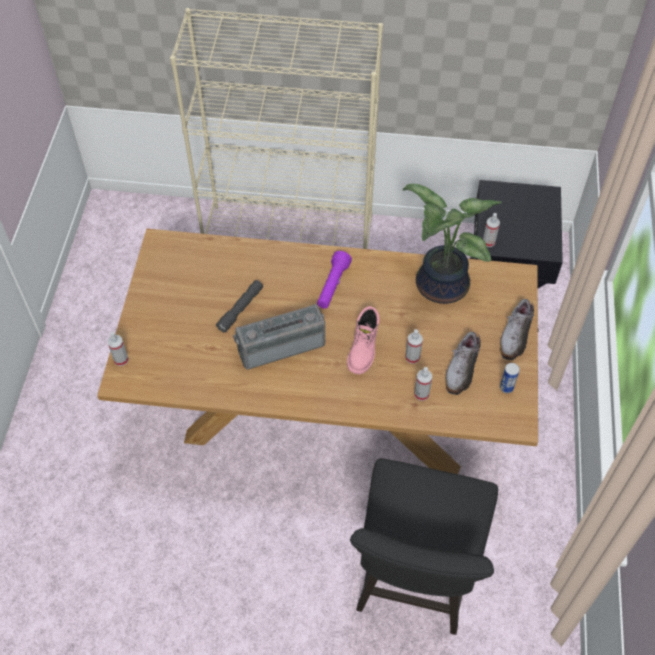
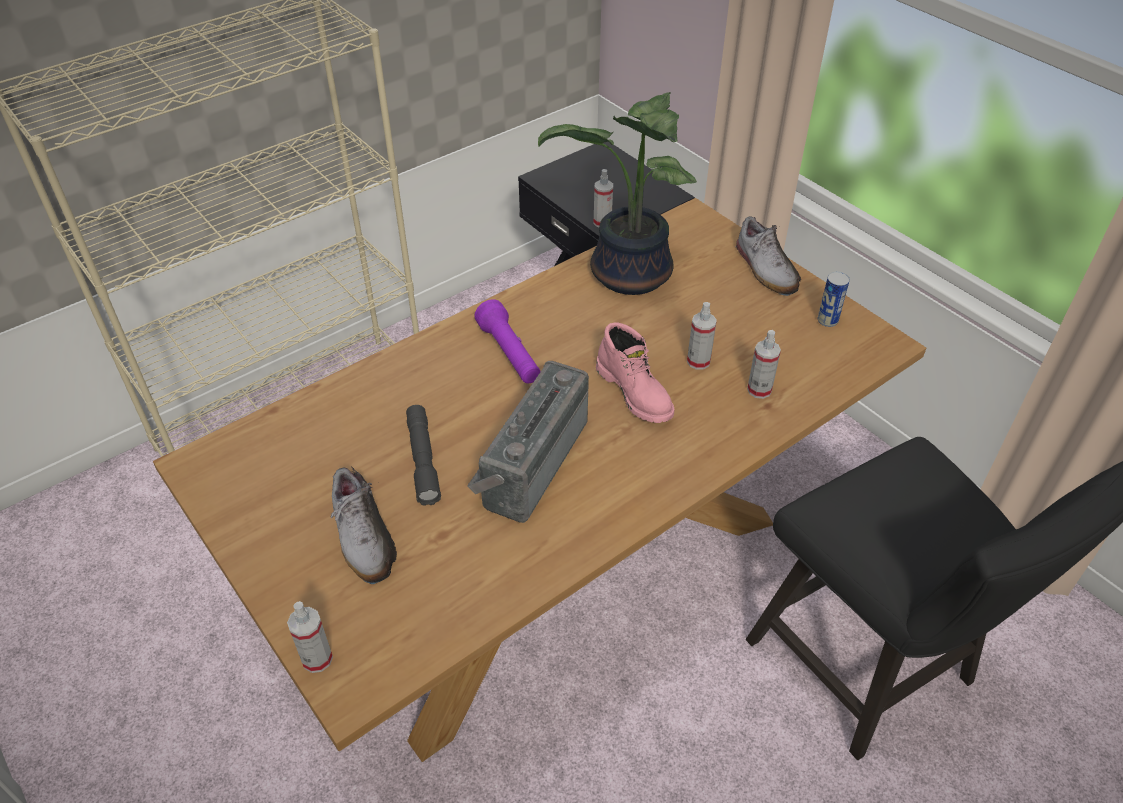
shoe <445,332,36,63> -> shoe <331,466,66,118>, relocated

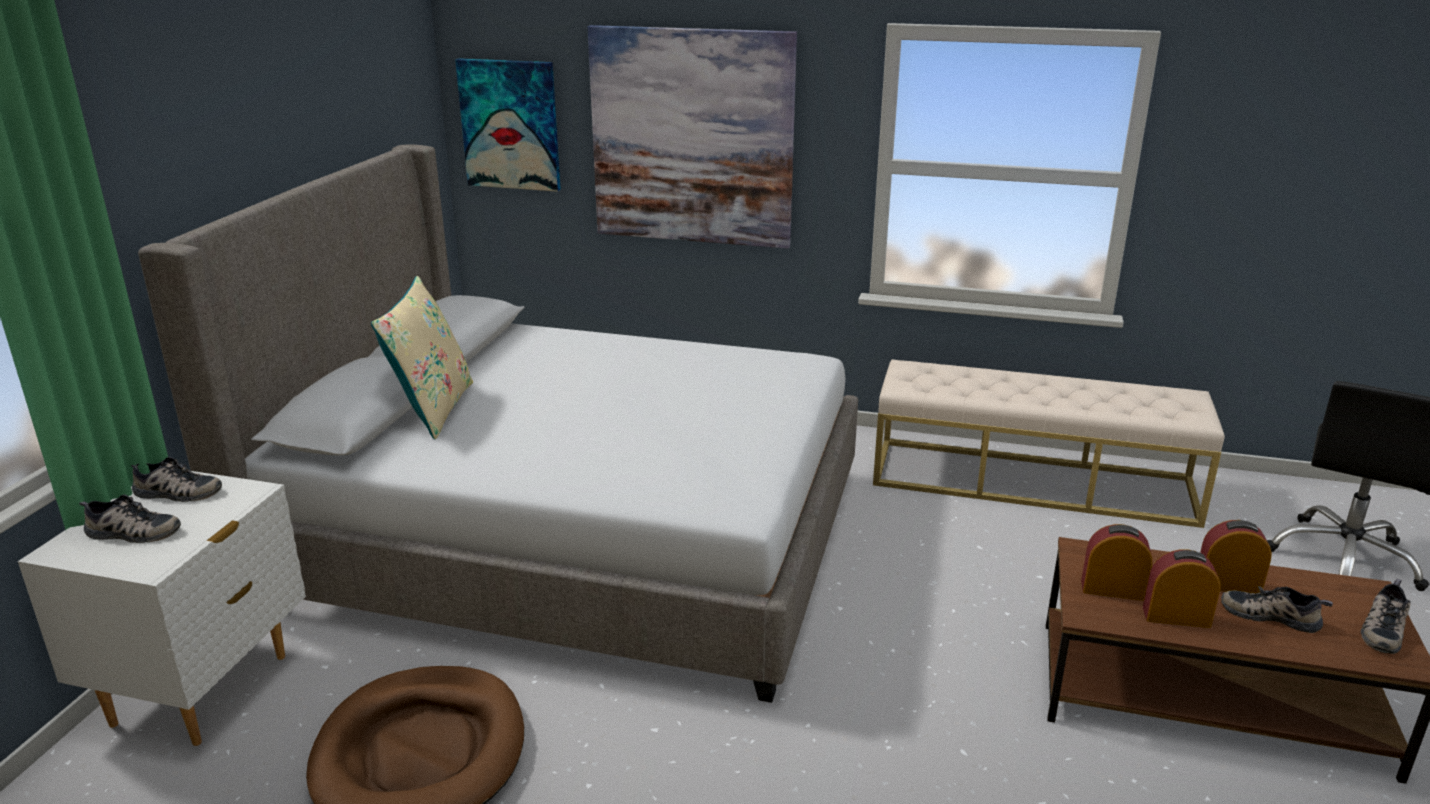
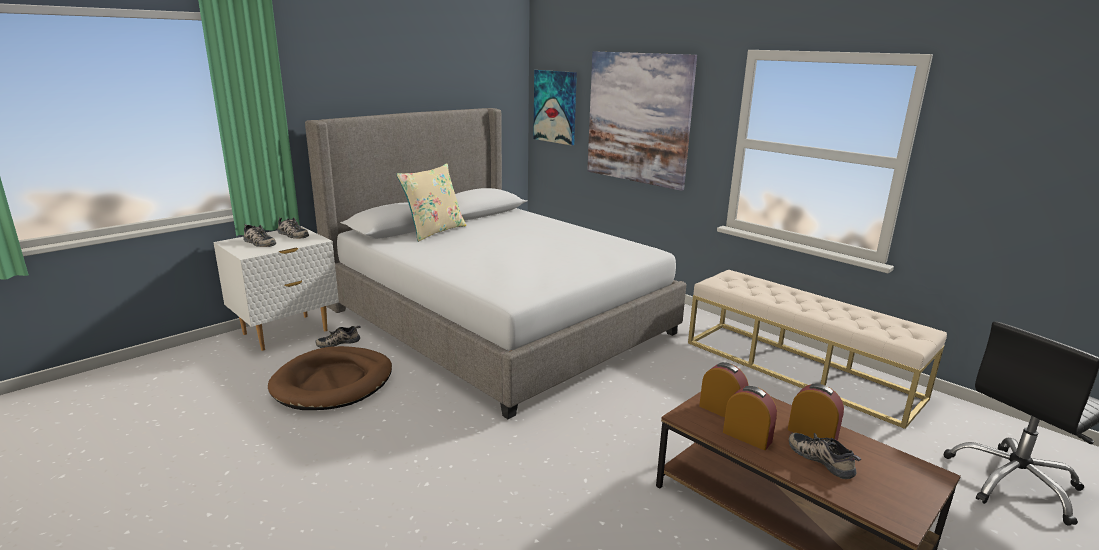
shoe <1361,579,50,75> -> shoe <315,326,45,22>, relocated

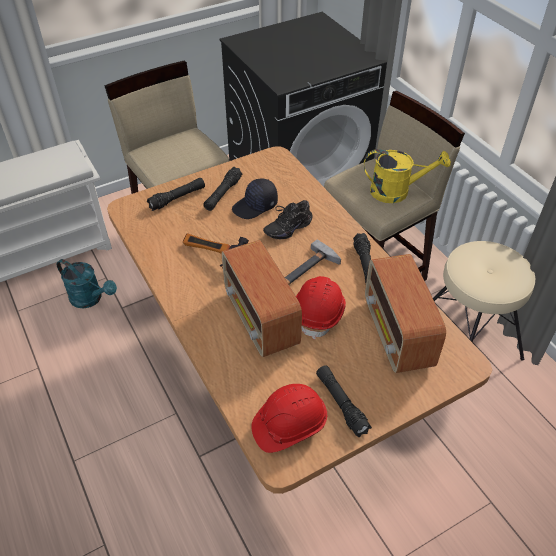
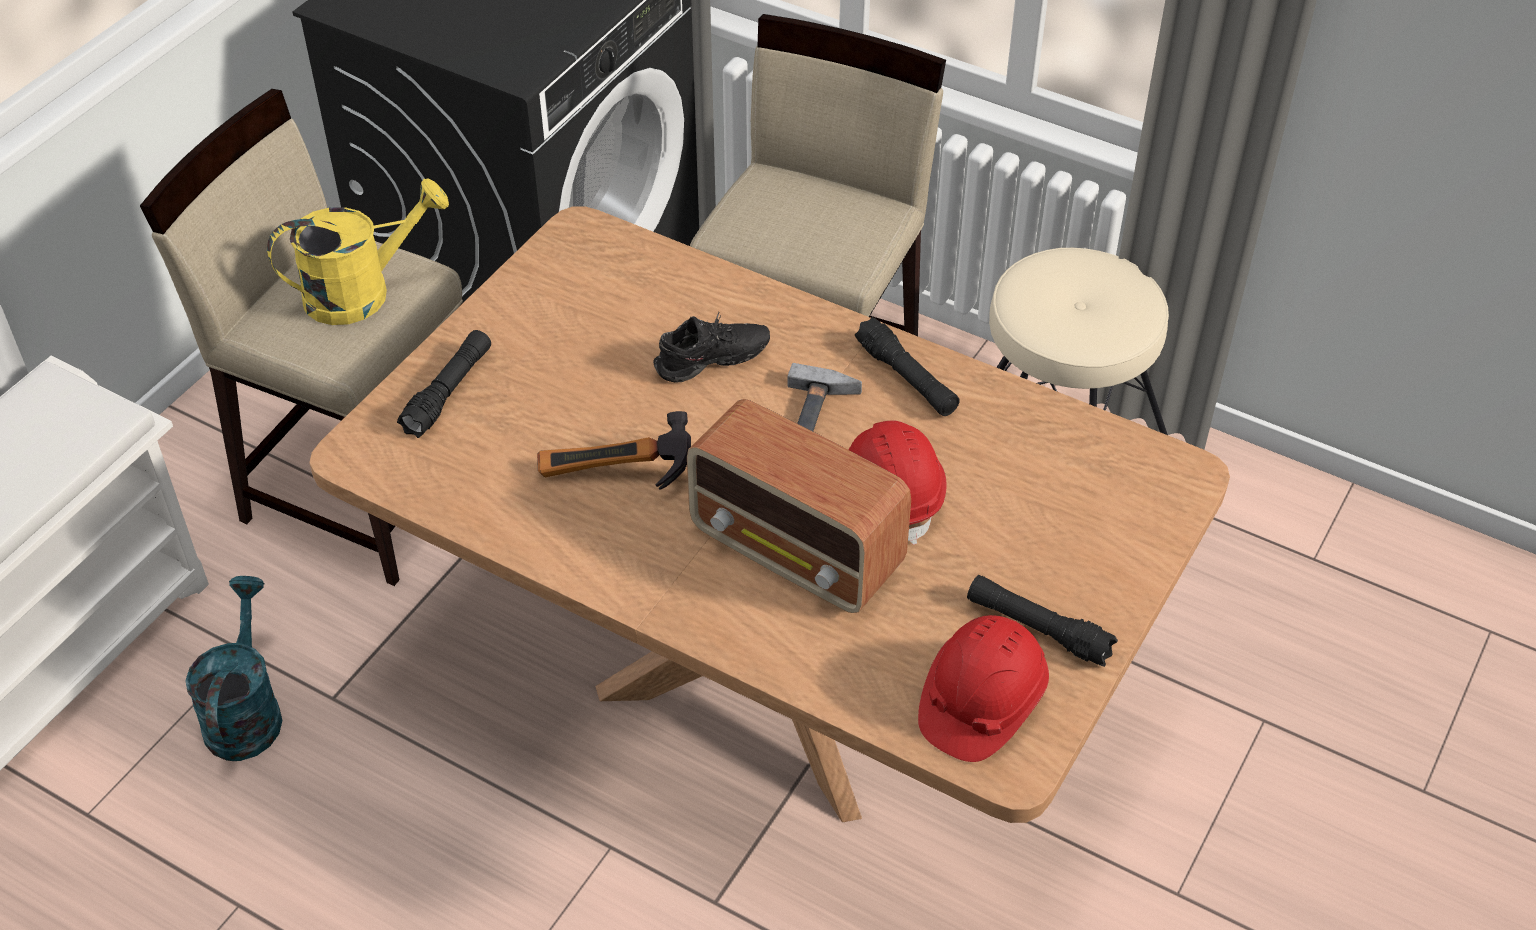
turquoise watering can <57,259,60,49> -> turquoise watering can <185,576,97,185>, 90 degrees counterclockwise
black flashlight <203,167,40,44> -> none
black cap <232,179,46,40> -> none
black shoe <263,200,50,39> -> black shoe <653,312,117,71>, 135 degrees counterclockwise
yellow watering can <364,149,87,54> -> yellow watering can <267,179,182,146>, relocated
radio <365,254,81,119> -> none

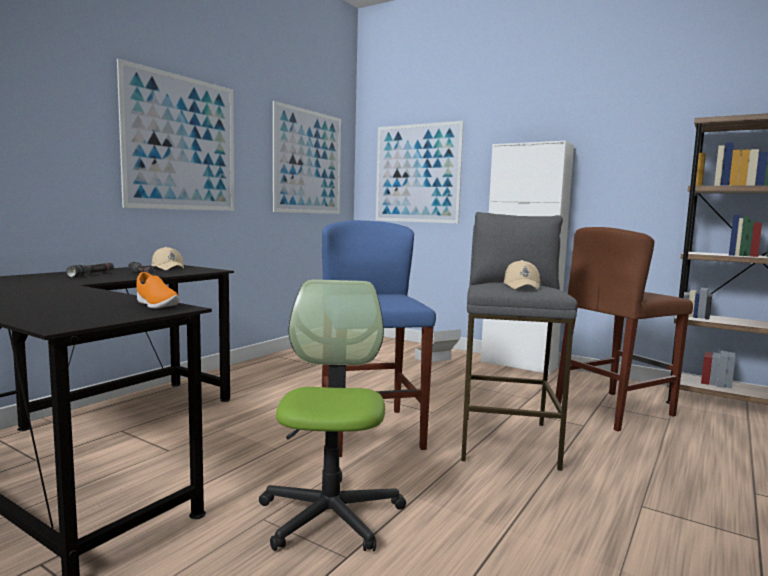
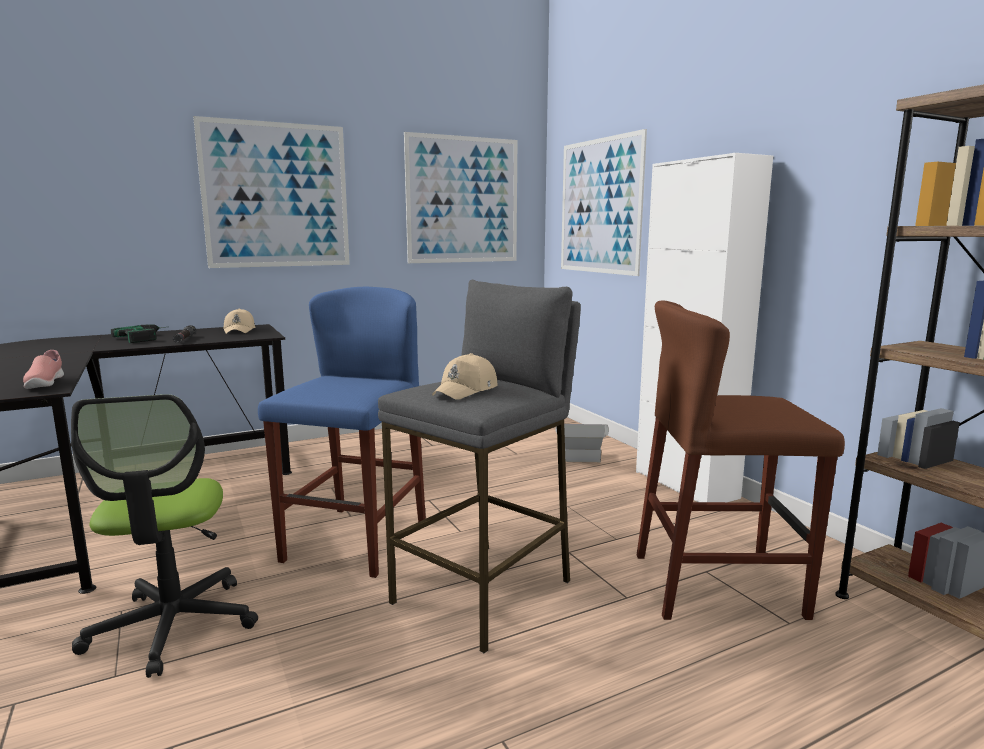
black flashlight <66,263,48,14> -> power drill <111,324,55,19>
orange shoe <136,272,43,37> -> pink shoe <23,350,41,39>
office chair <259,279,147,272> -> office chair <71,394,187,284>, 135 degrees clockwise

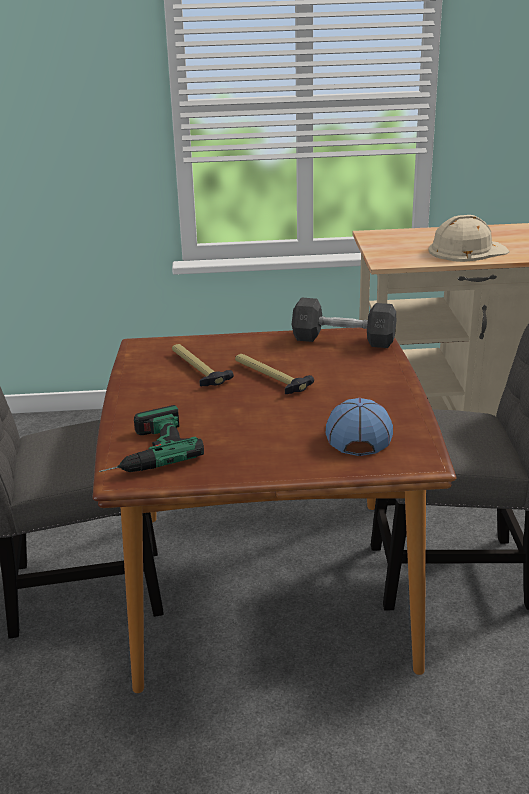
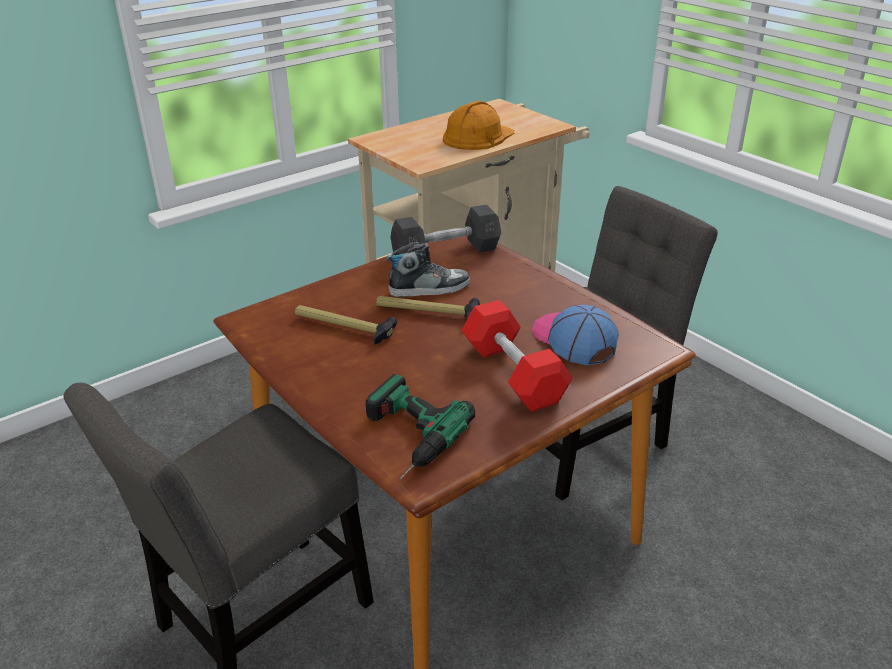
beige hard hat <428,215,82,47> -> orange hard hat <443,101,72,49>
none -> shoe <386,242,84,55>
none -> red dumbbell <462,300,111,112>

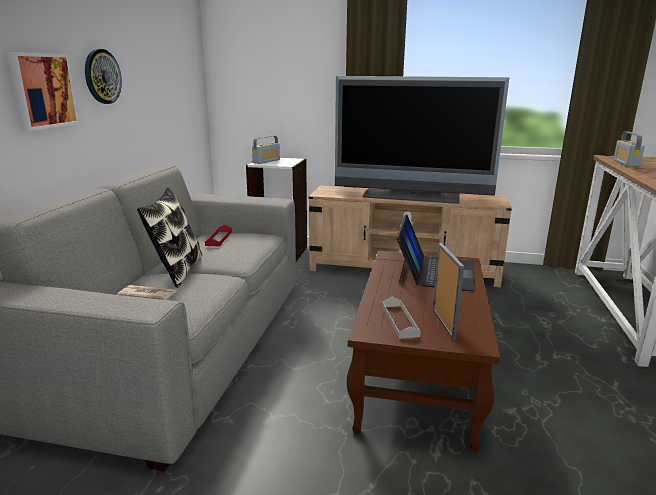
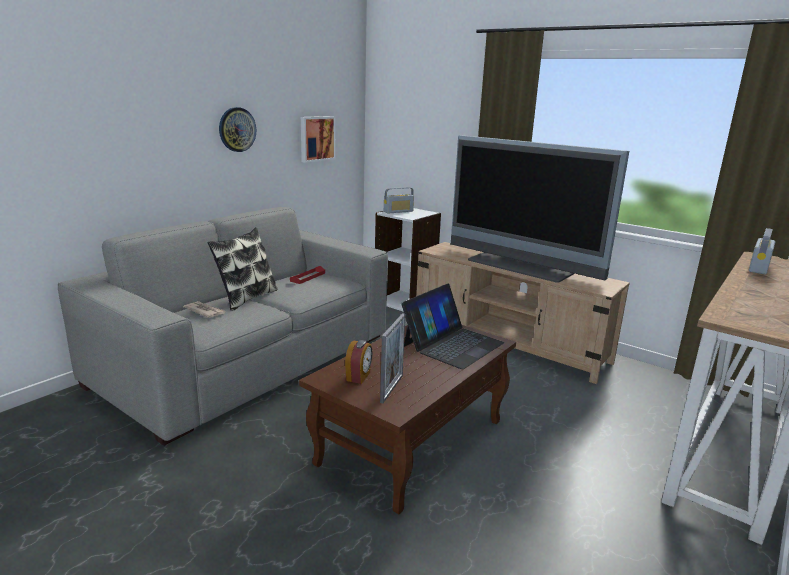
picture <6,52,74,79> -> picture <301,116,35,47>, relocated
grey tray <382,297,39,41> -> alarm clock <345,340,28,44>

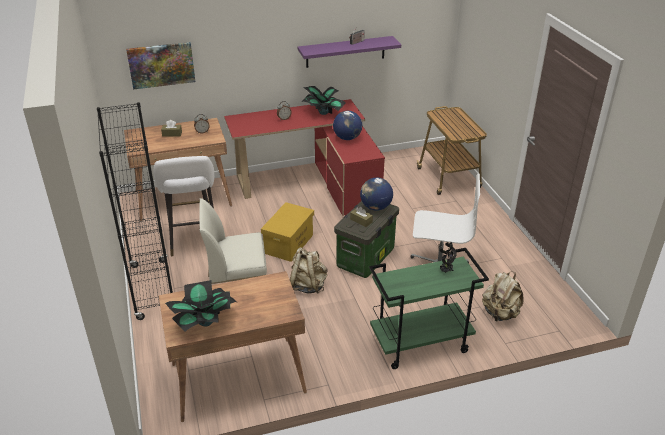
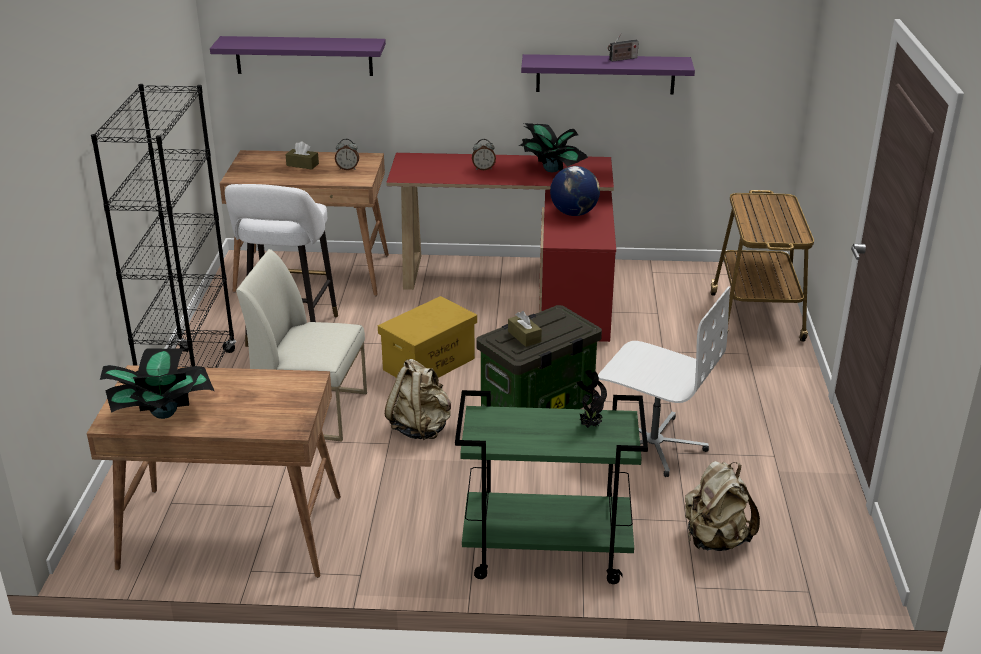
picture <126,42,69,48> -> purple shelf <210,36,176,40>
globe <360,178,33,33> -> none

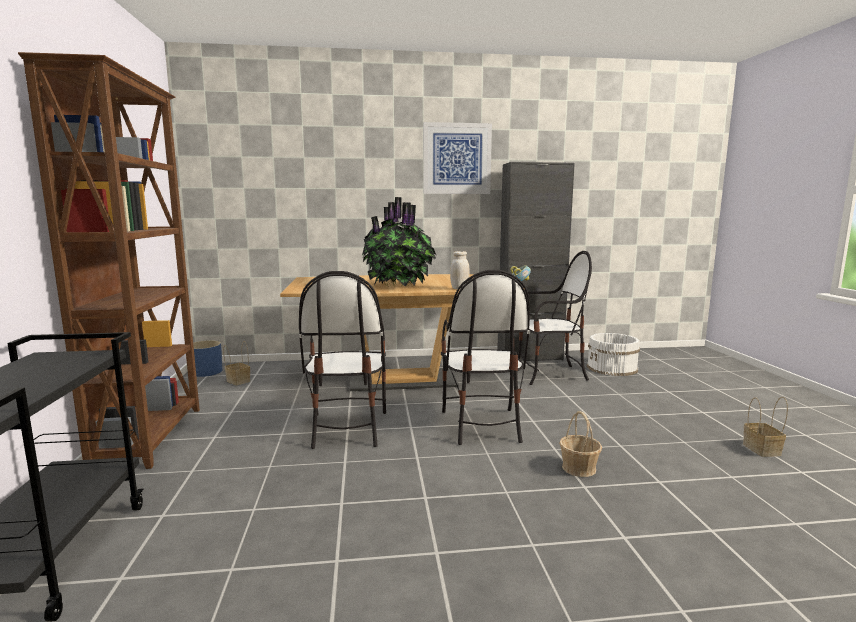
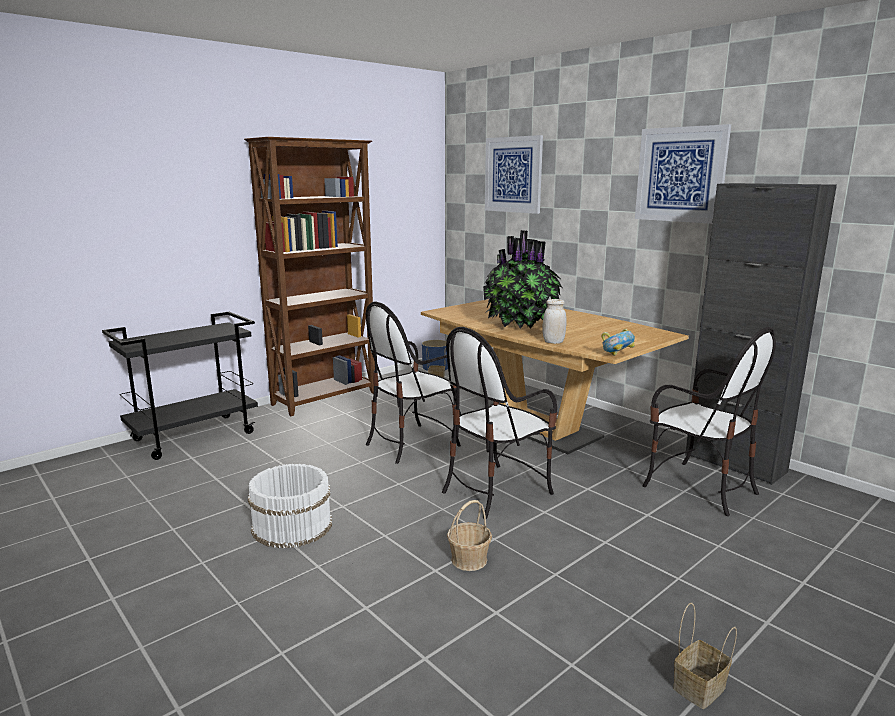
white bucket <587,333,53,43> -> white bucket <248,464,84,85>, relocated
none -> picture <485,135,58,79>

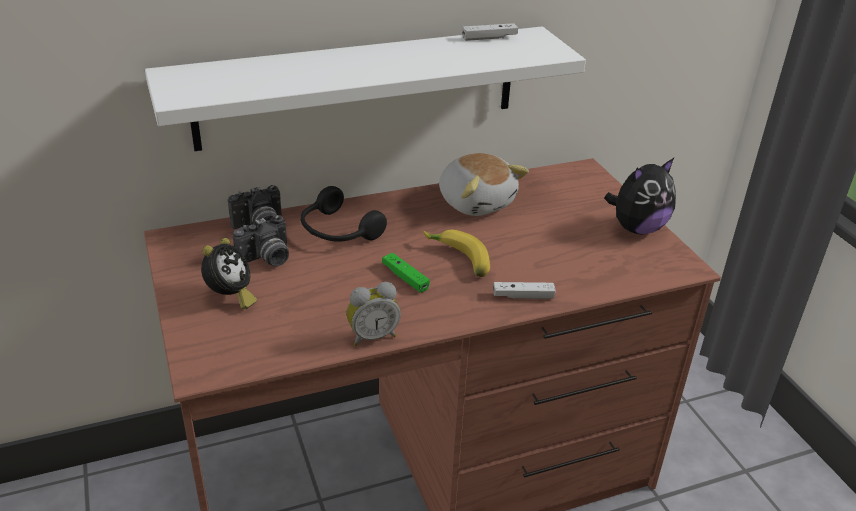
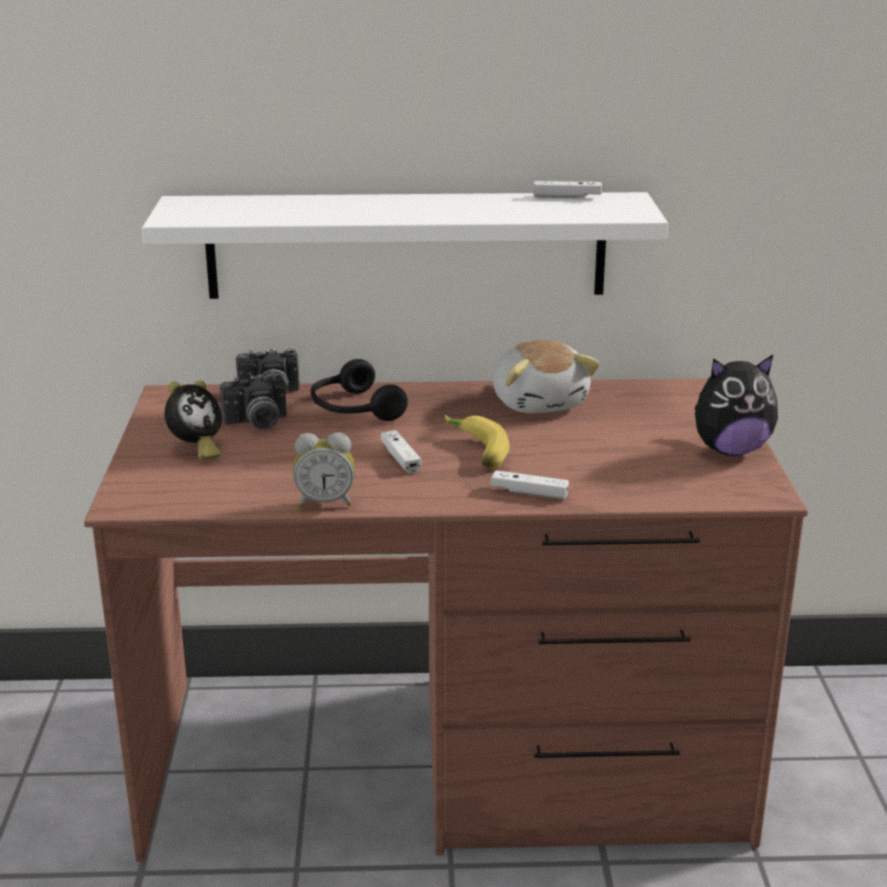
green game controller <382,253,48,40> -> white game controller <381,430,40,43>

